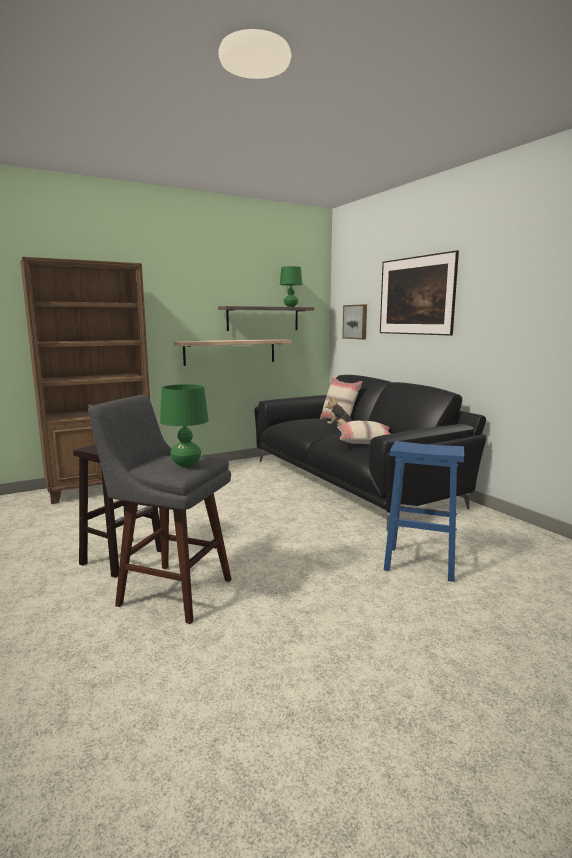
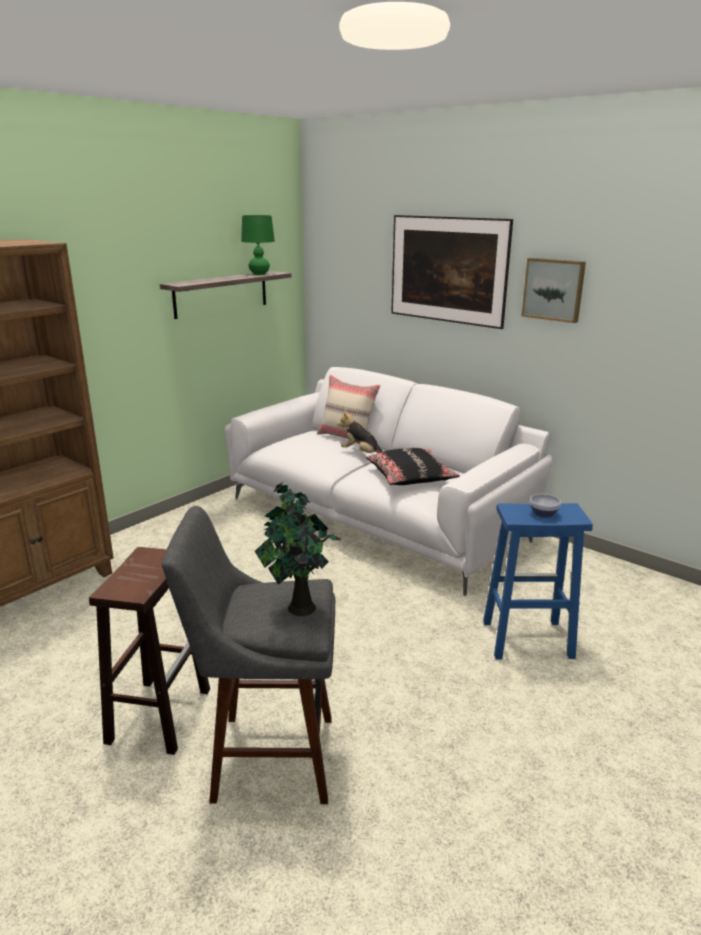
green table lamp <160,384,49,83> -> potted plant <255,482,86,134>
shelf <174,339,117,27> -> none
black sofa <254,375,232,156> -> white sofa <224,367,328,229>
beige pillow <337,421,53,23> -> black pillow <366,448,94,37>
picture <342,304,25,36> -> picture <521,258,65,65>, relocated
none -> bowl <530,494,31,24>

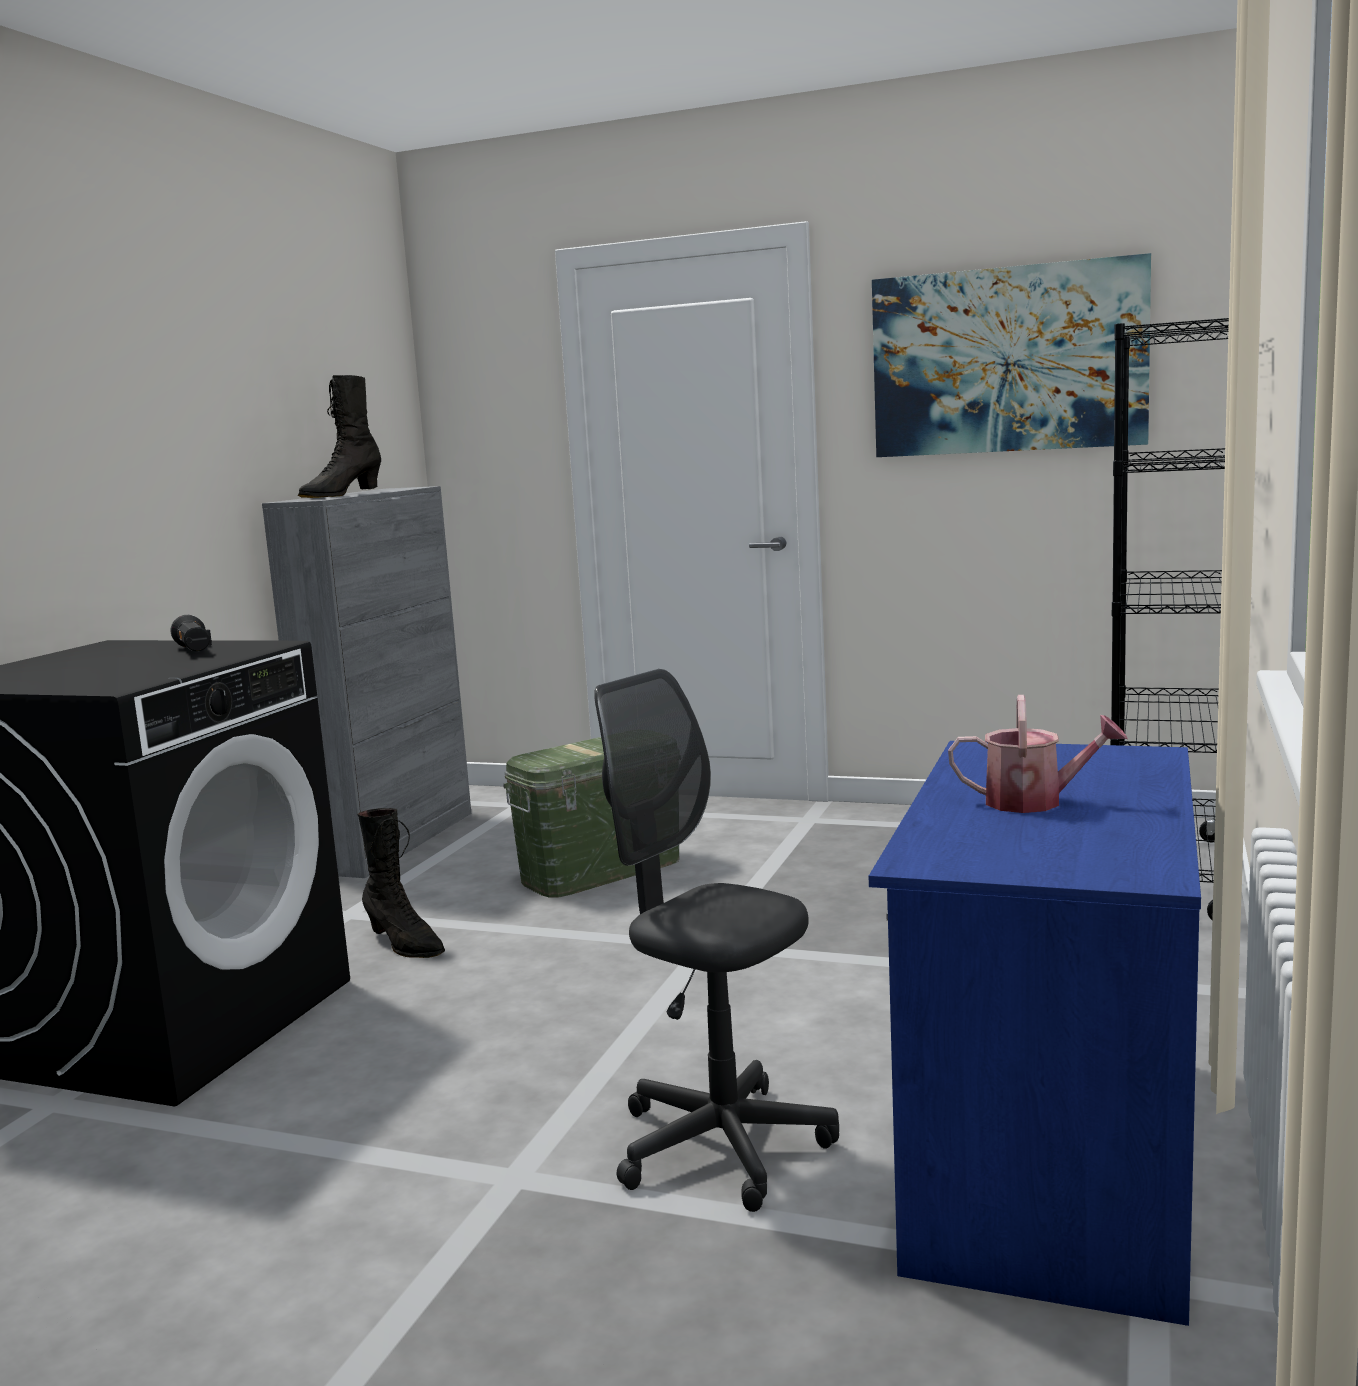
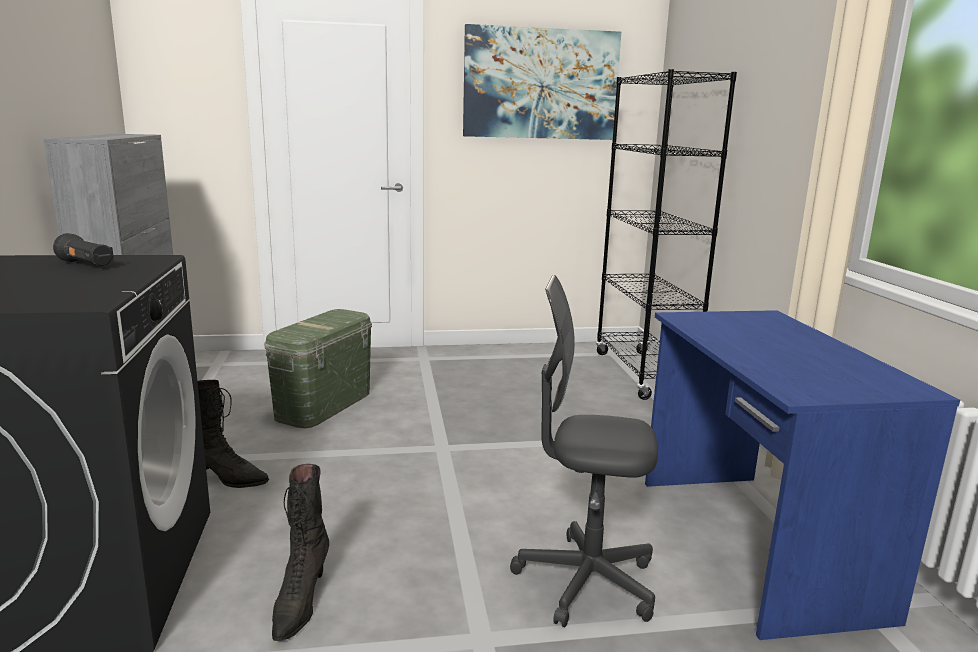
black boot <298,375,83,123> -> black boot <272,464,57,177>, relocated
watering can <948,695,180,118> -> none

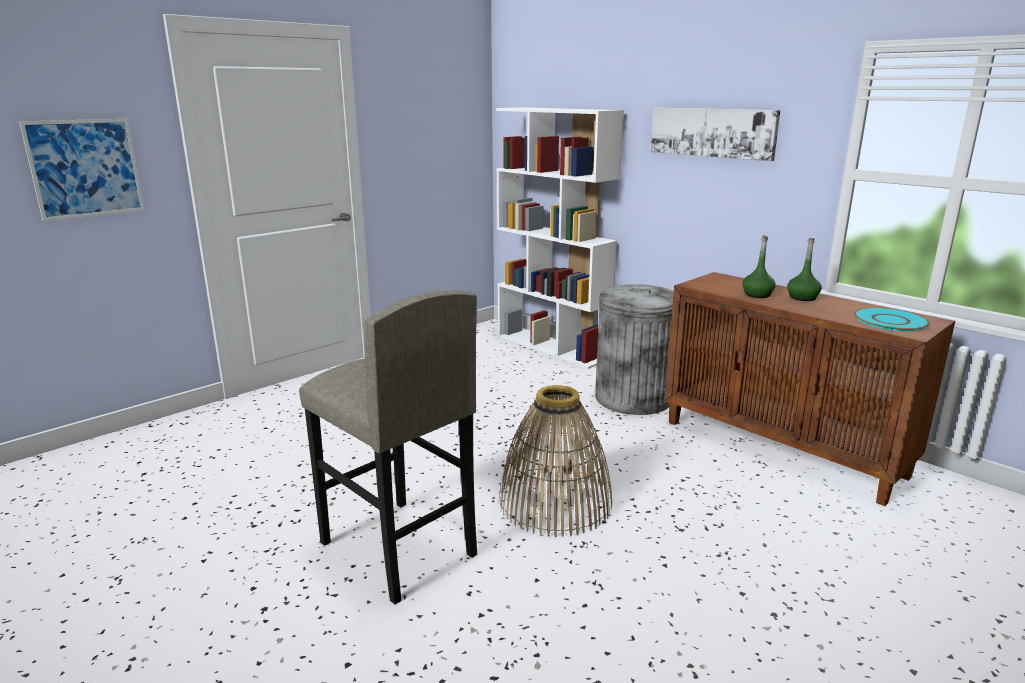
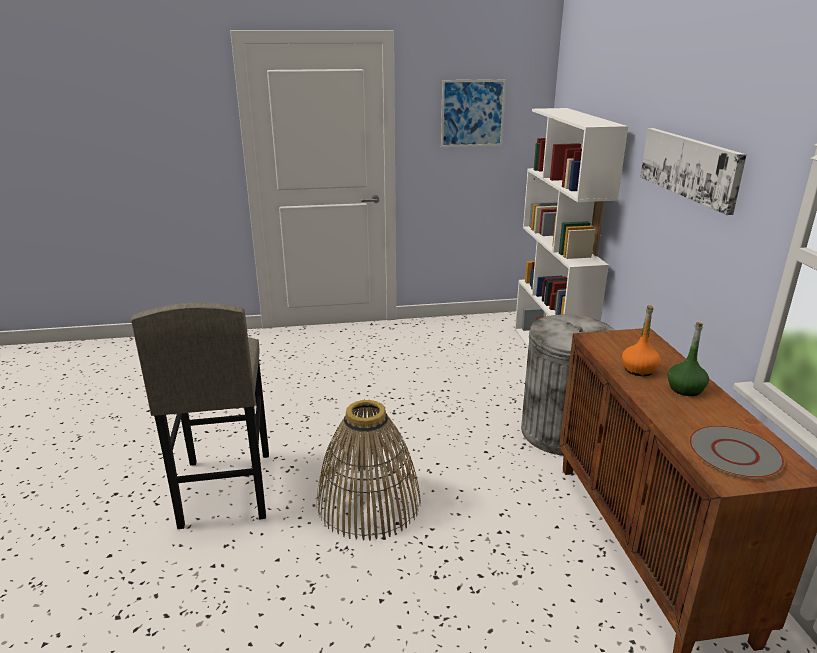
picture <19,119,125,102> -> picture <441,79,65,68>, relocated
green bottle <742,235,34,63> -> orange bottle <622,305,39,71>
turquoise plate <854,308,76,23> -> grey plate <689,426,96,53>

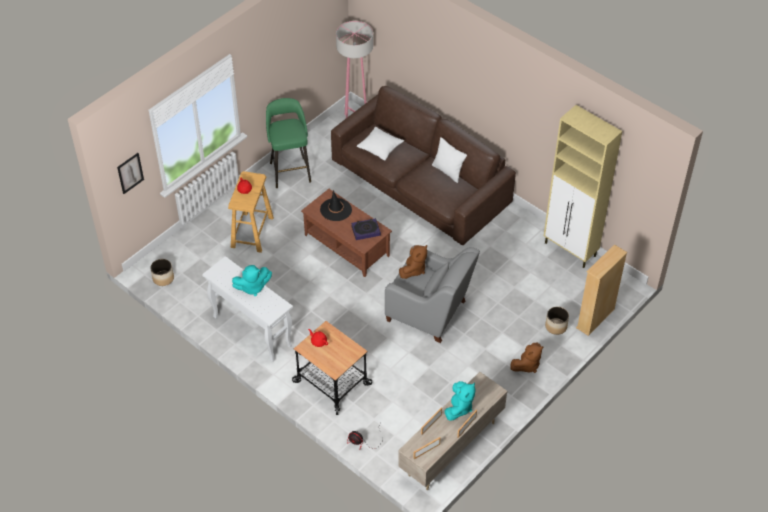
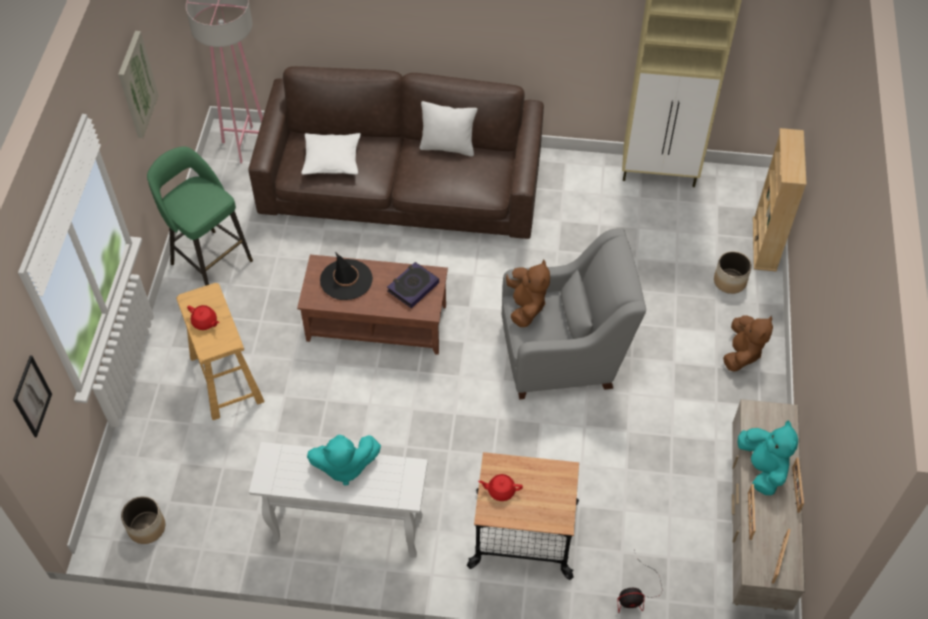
turquoise plush toy <232,265,40,31> -> turquoise plush toy <307,435,74,51>, 45 degrees clockwise
none -> picture <118,31,41,107>

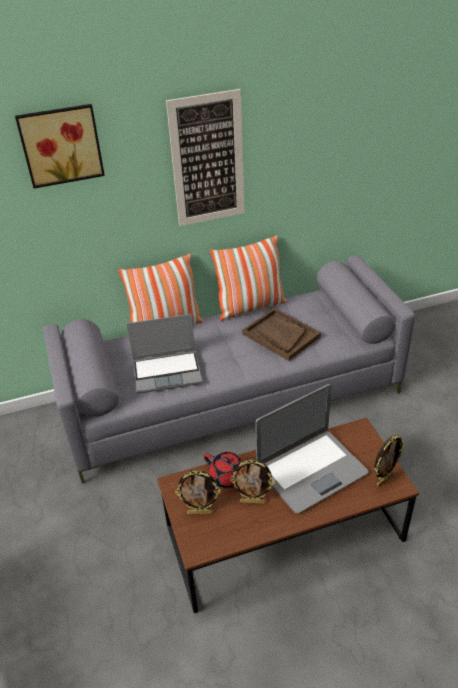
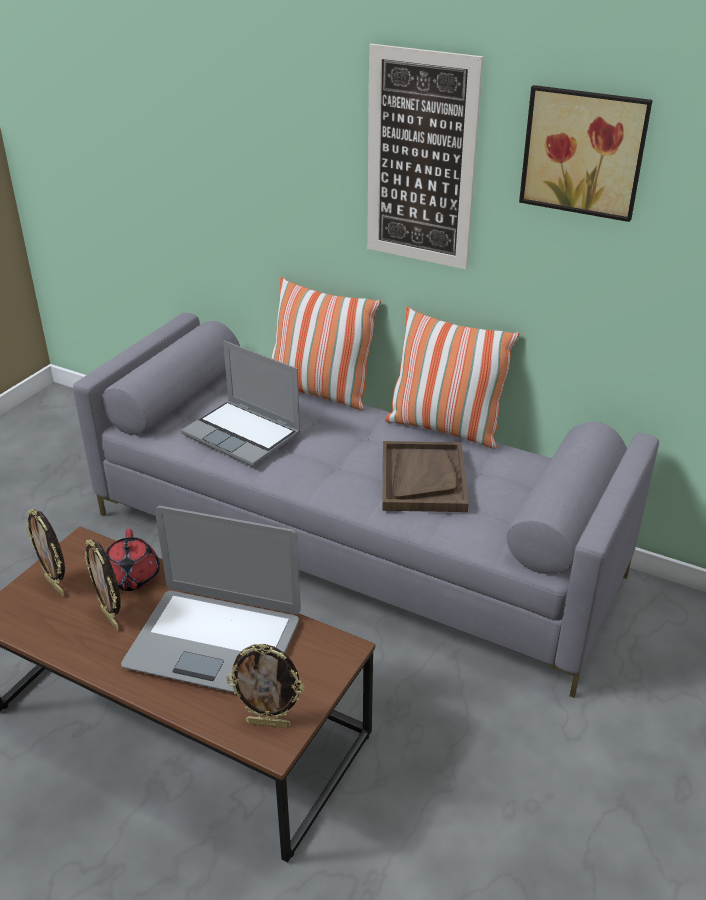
picture <15,104,90,84> -> picture <519,85,134,137>, relocated

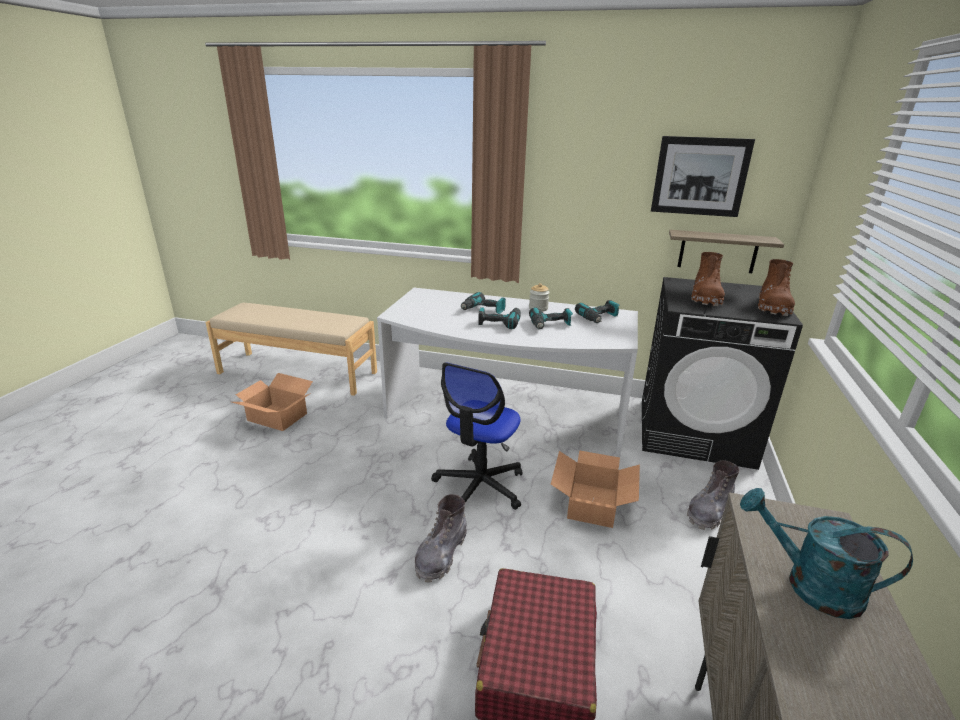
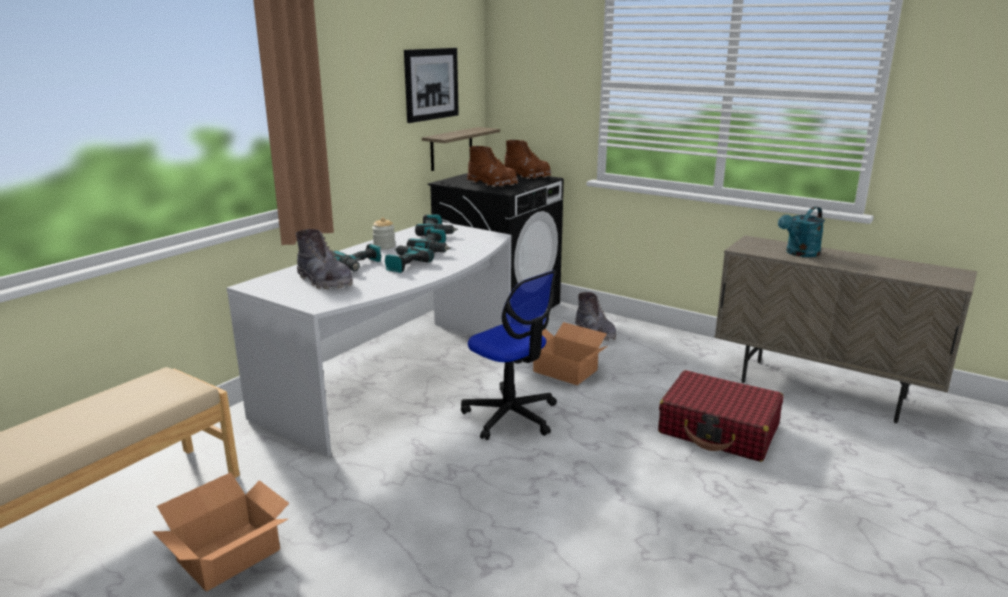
grey boot <414,494,53,89> -> grey boot <296,229,57,60>, relocated

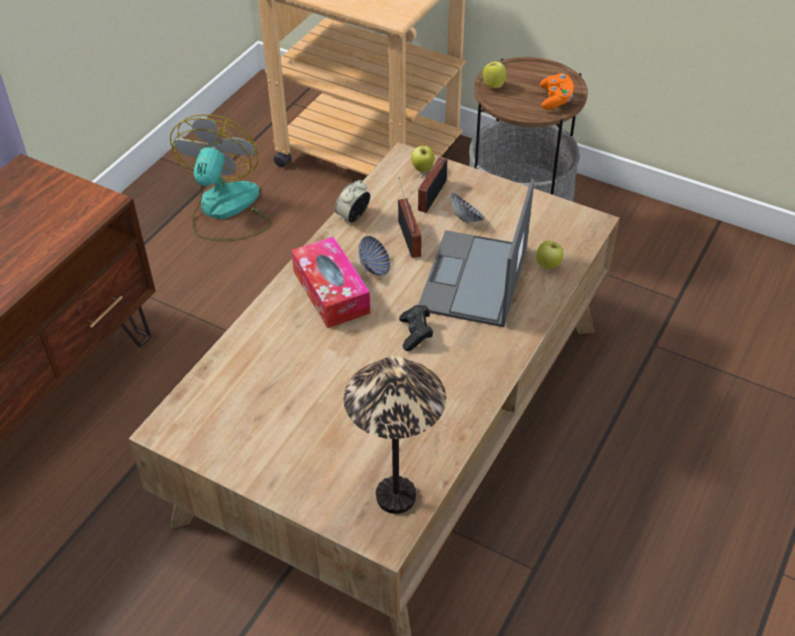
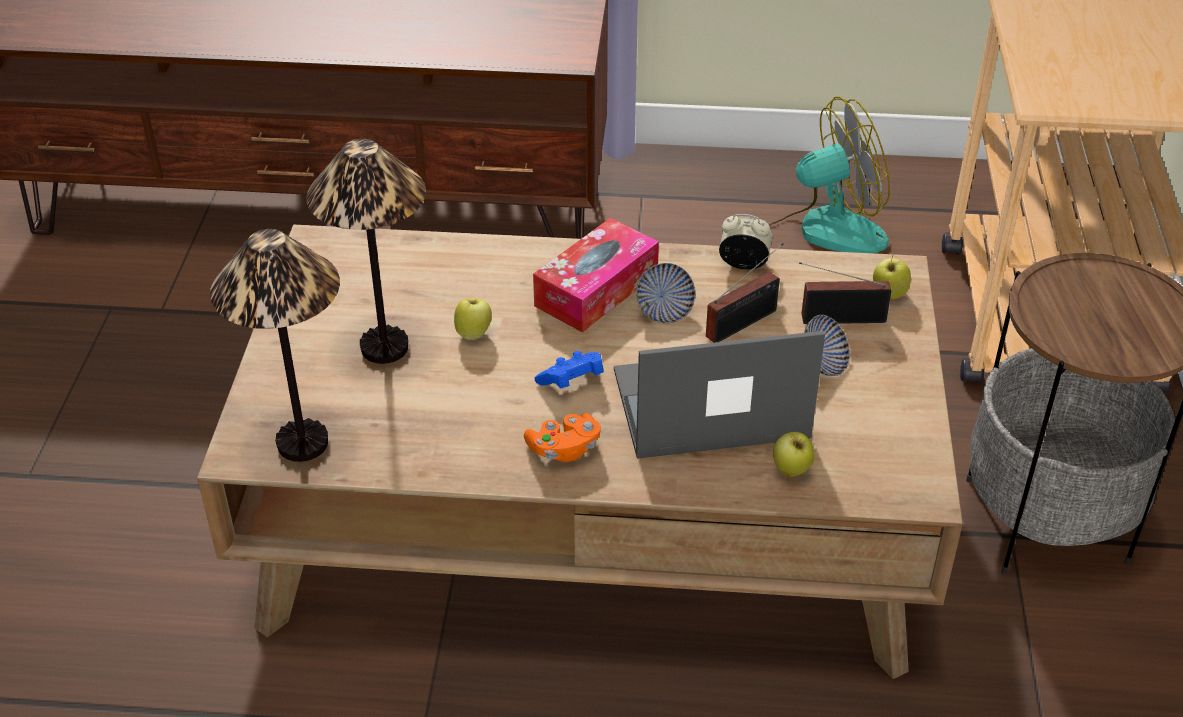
black game controller <399,305,34,46> -> blue game controller <535,351,69,37>
apple <483,60,23,28> -> apple <454,298,38,42>, relocated
orange game controller <540,73,34,37> -> orange game controller <524,413,77,49>, relocated
none -> table lamp <306,139,120,225>

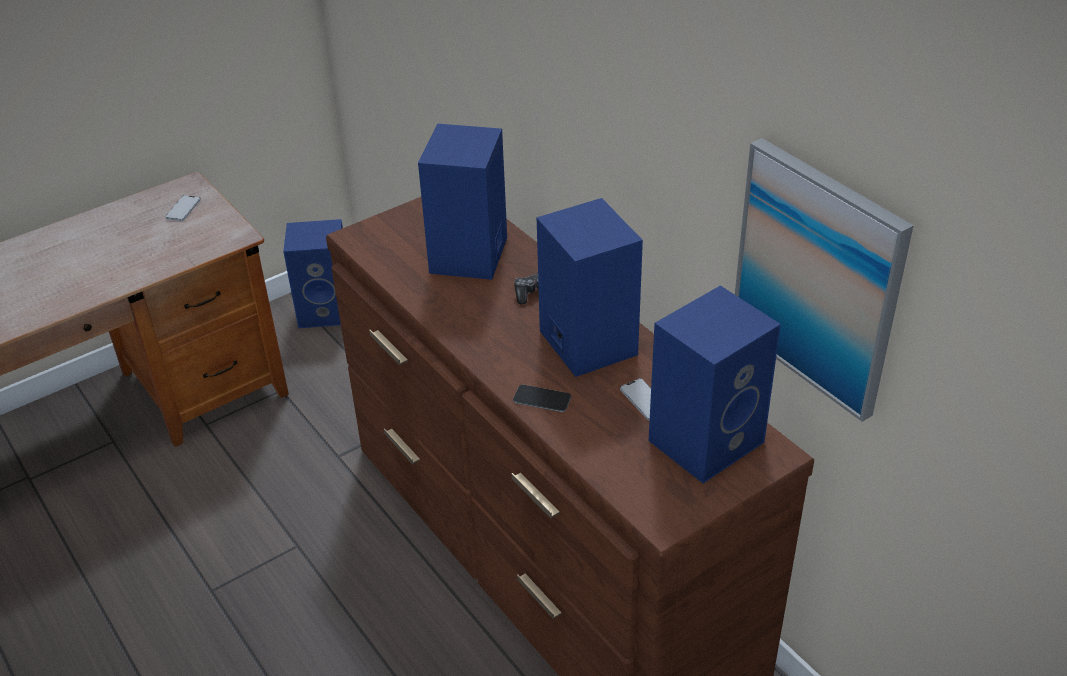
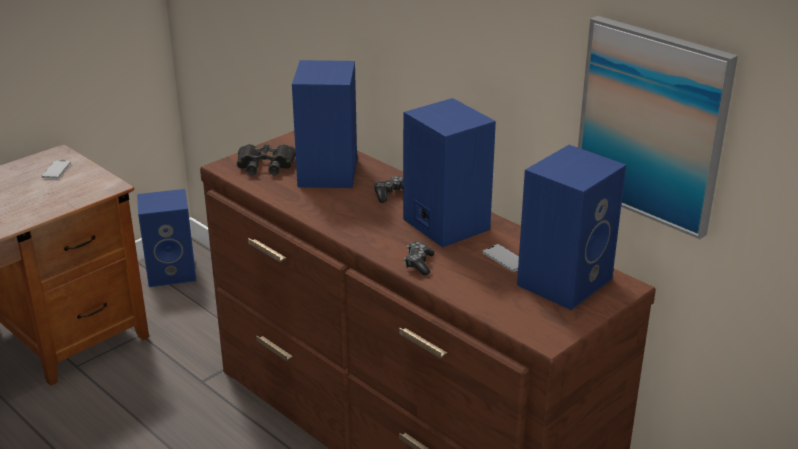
phone <513,385,58,27> -> game controller <404,242,30,33>
none -> black binoculars <237,144,59,31>

